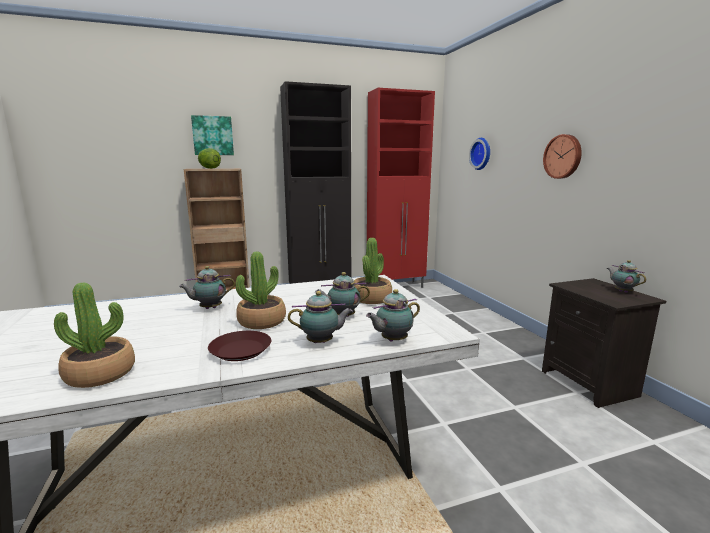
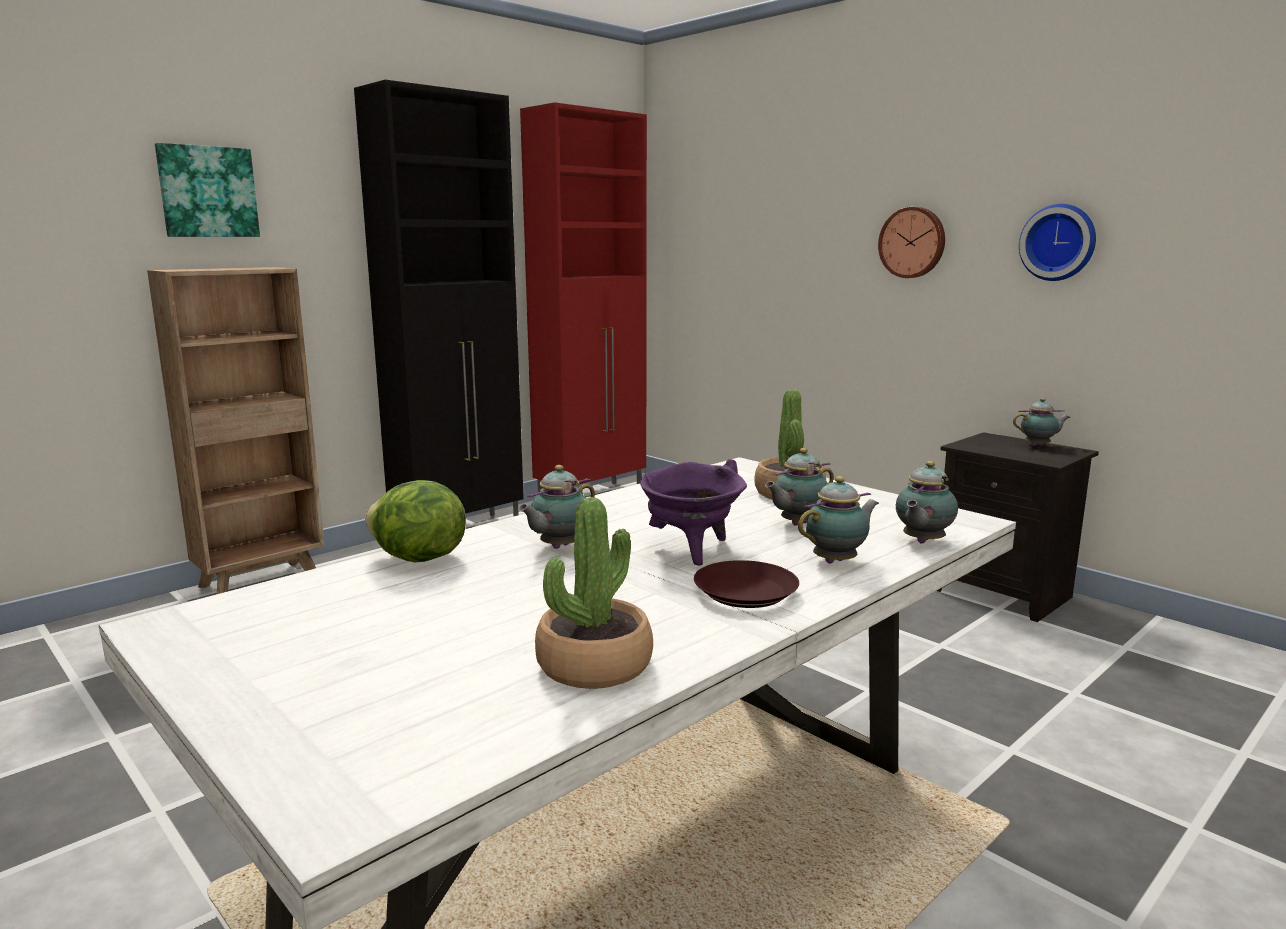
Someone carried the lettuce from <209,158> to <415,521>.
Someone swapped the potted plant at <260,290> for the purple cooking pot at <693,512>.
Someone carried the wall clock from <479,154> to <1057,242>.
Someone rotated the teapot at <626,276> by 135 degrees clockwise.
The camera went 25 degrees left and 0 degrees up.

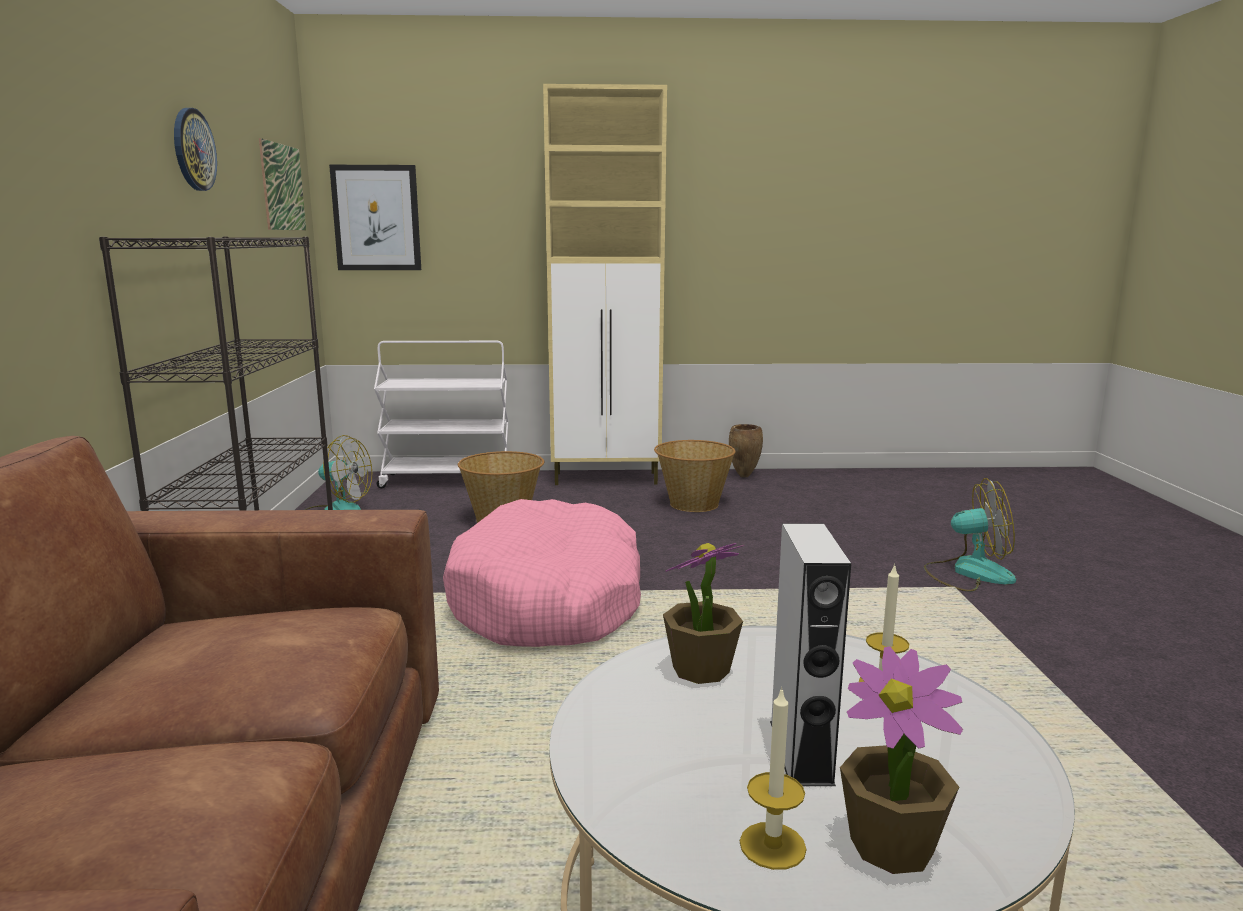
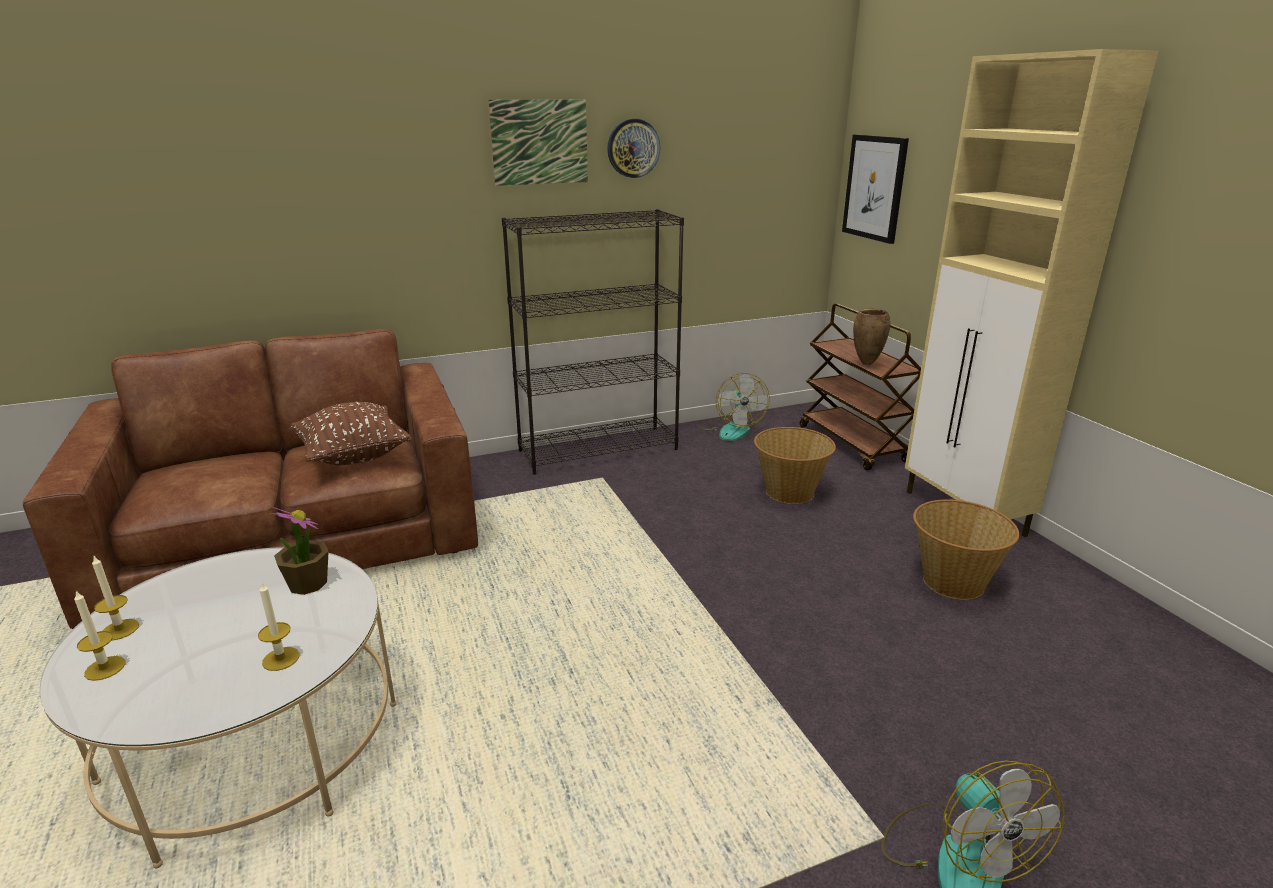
Someone carried the picture from <282,184> to <538,142>.
Someone repainted the white cart at <441,414>, which became the brown cart at <860,387>.
Someone took away the pink dog bed at <542,573>.
Someone carried the brown vase from <746,450> to <871,337>.
Someone took away the grey speaker at <810,655>.
Someone swapped the potted plant at <901,760> for the candle at <100,636>.
Someone put down the brown pillow at <351,433>.
The camera went 70 degrees right and 10 degrees up.

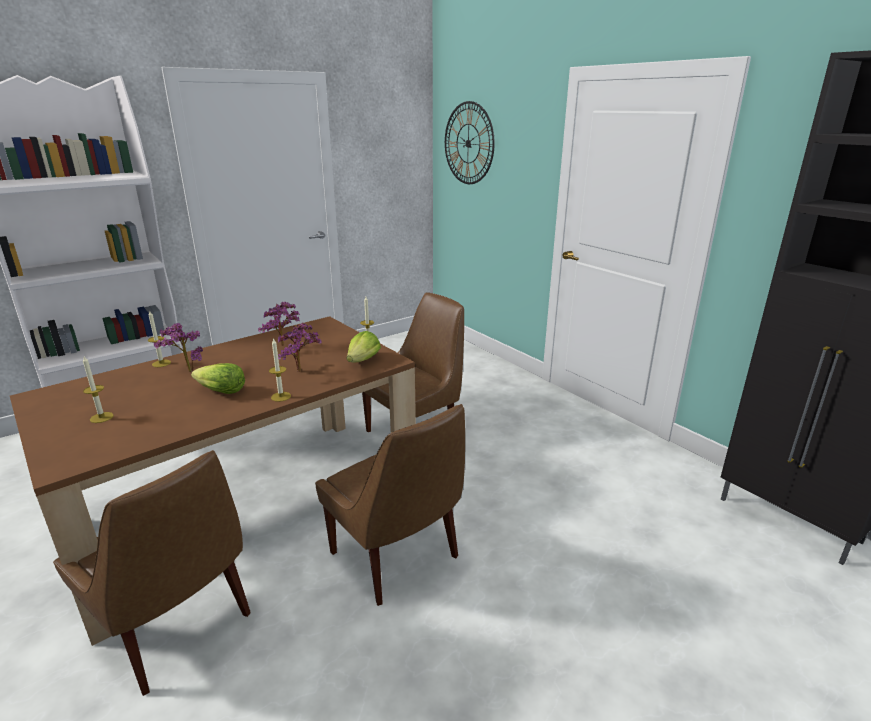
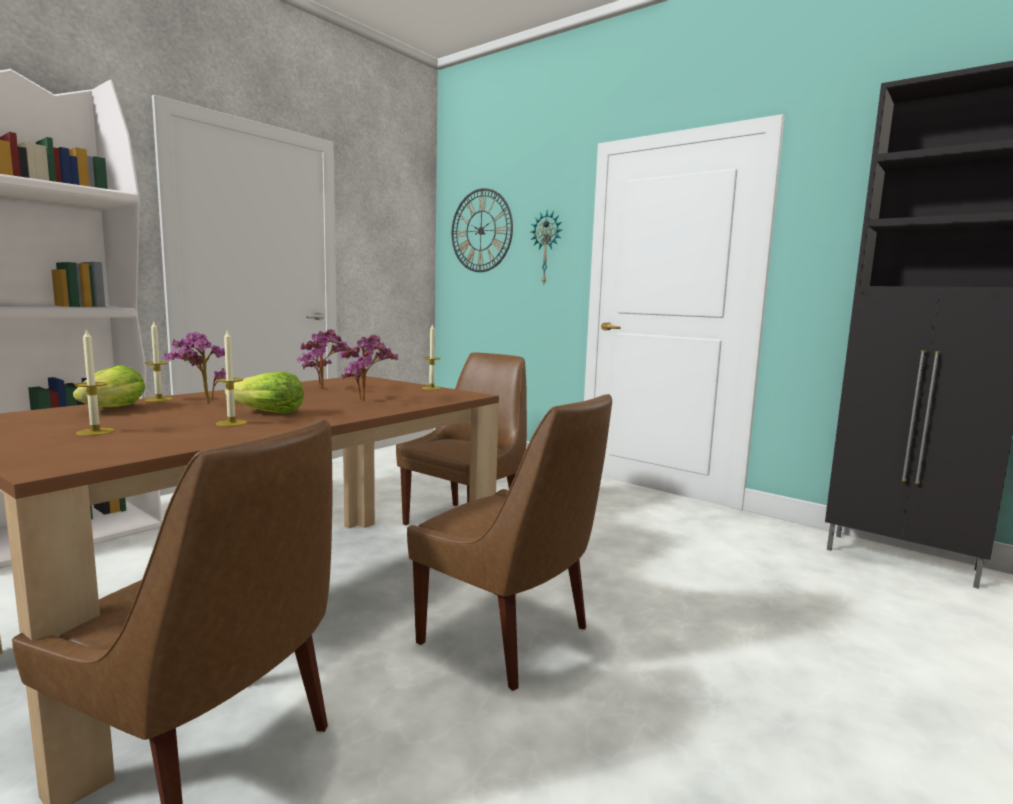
Someone carried the candle from <280,370> to <231,379>.
Someone carried the lettuce from <364,346> to <109,386>.
Someone put up the wall clock at <546,247>.
The camera went 15 degrees left and 15 degrees down.

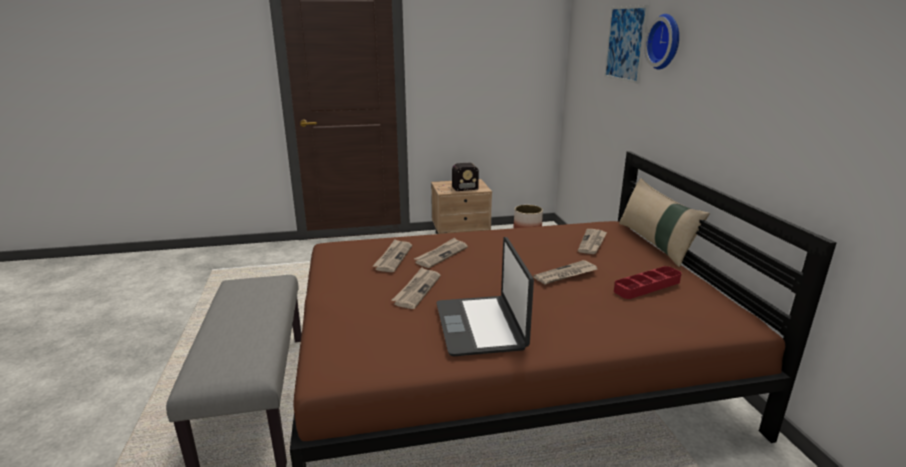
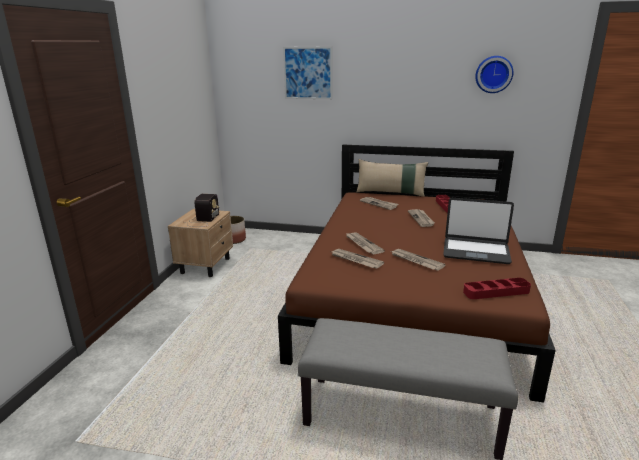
Someone carried the wall clock from <661,42> to <494,74>.
Someone put down the red tray at <497,288>.
The camera went 65 degrees left and 0 degrees up.

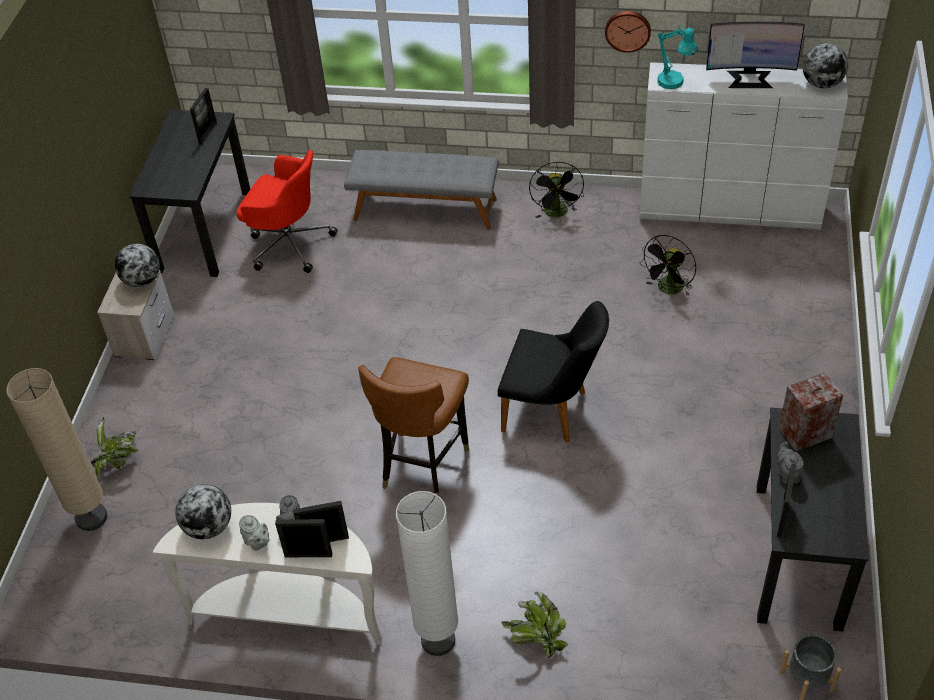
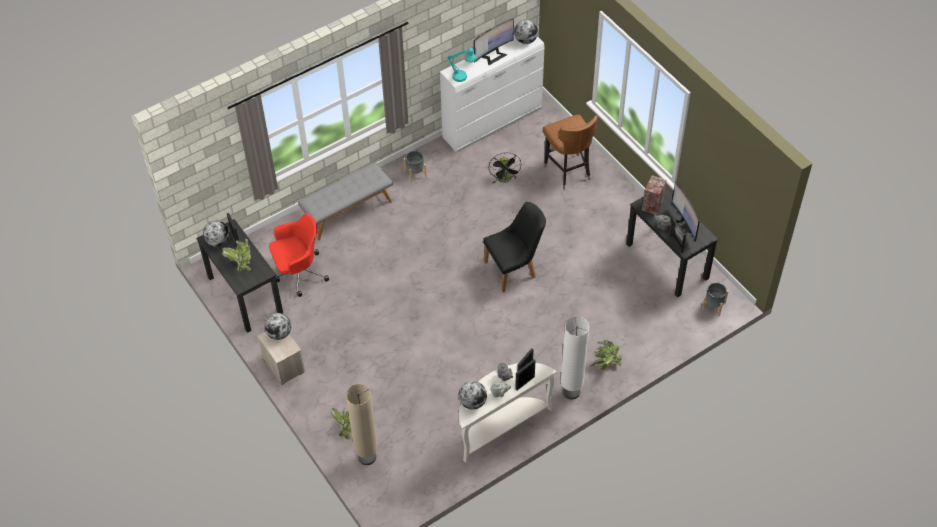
Someone carried the brown chair from <413,426> to <570,152>.
Someone swapped the black fan at <556,190> for the grey planter at <415,166>.
Someone took away the wall clock at <628,32>.
Someone put down the globe at <216,233>.
Someone put down the potted plant at <236,255>.
Someone put down the monitor at <685,211>.
The camera went 45 degrees left and 5 degrees up.

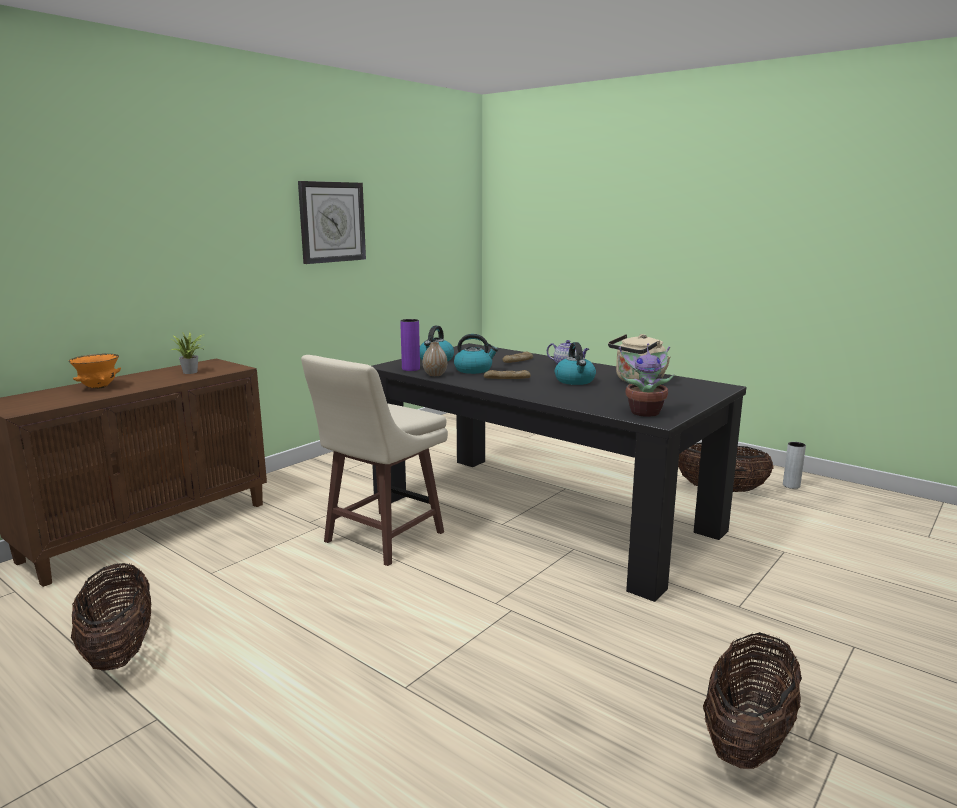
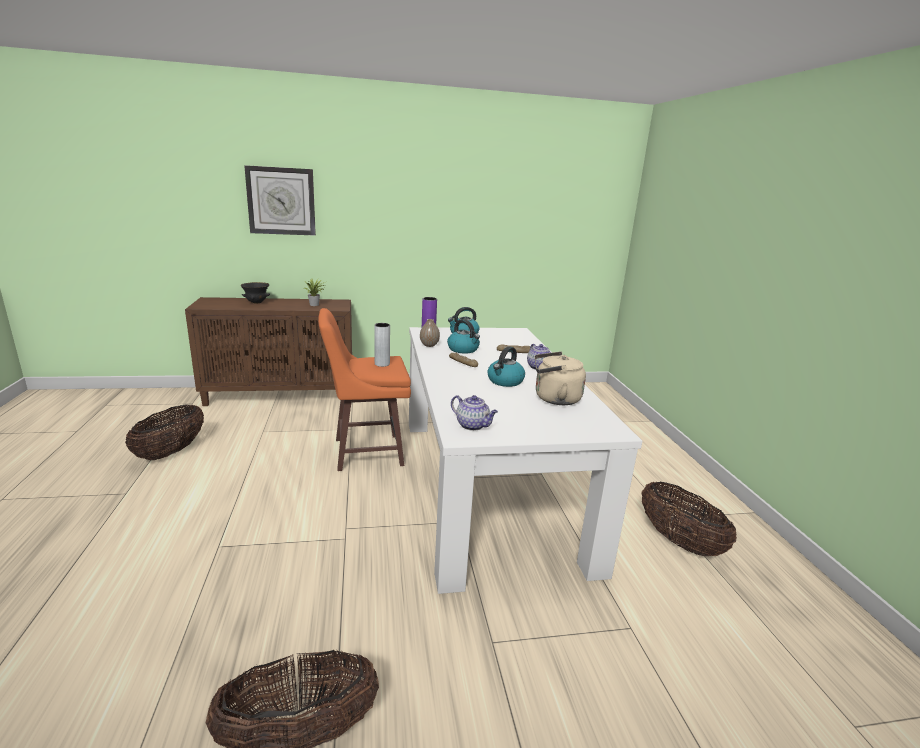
Someone repainted the orange bowl at <95,371>, which became the black bowl at <255,293>.
Someone carried the wall clock from <332,222> to <280,200>.
Someone repainted the beige stool at <374,460>, which became the orange stool at <364,389>.
Someone repainted the black dining table at <559,472>, which became the white dining table at <525,460>.
Someone swapped the potted plant at <647,380> for the teapot at <474,413>.
Someone carried the grey vase from <794,465> to <382,345>.
The camera went 40 degrees right and 5 degrees up.

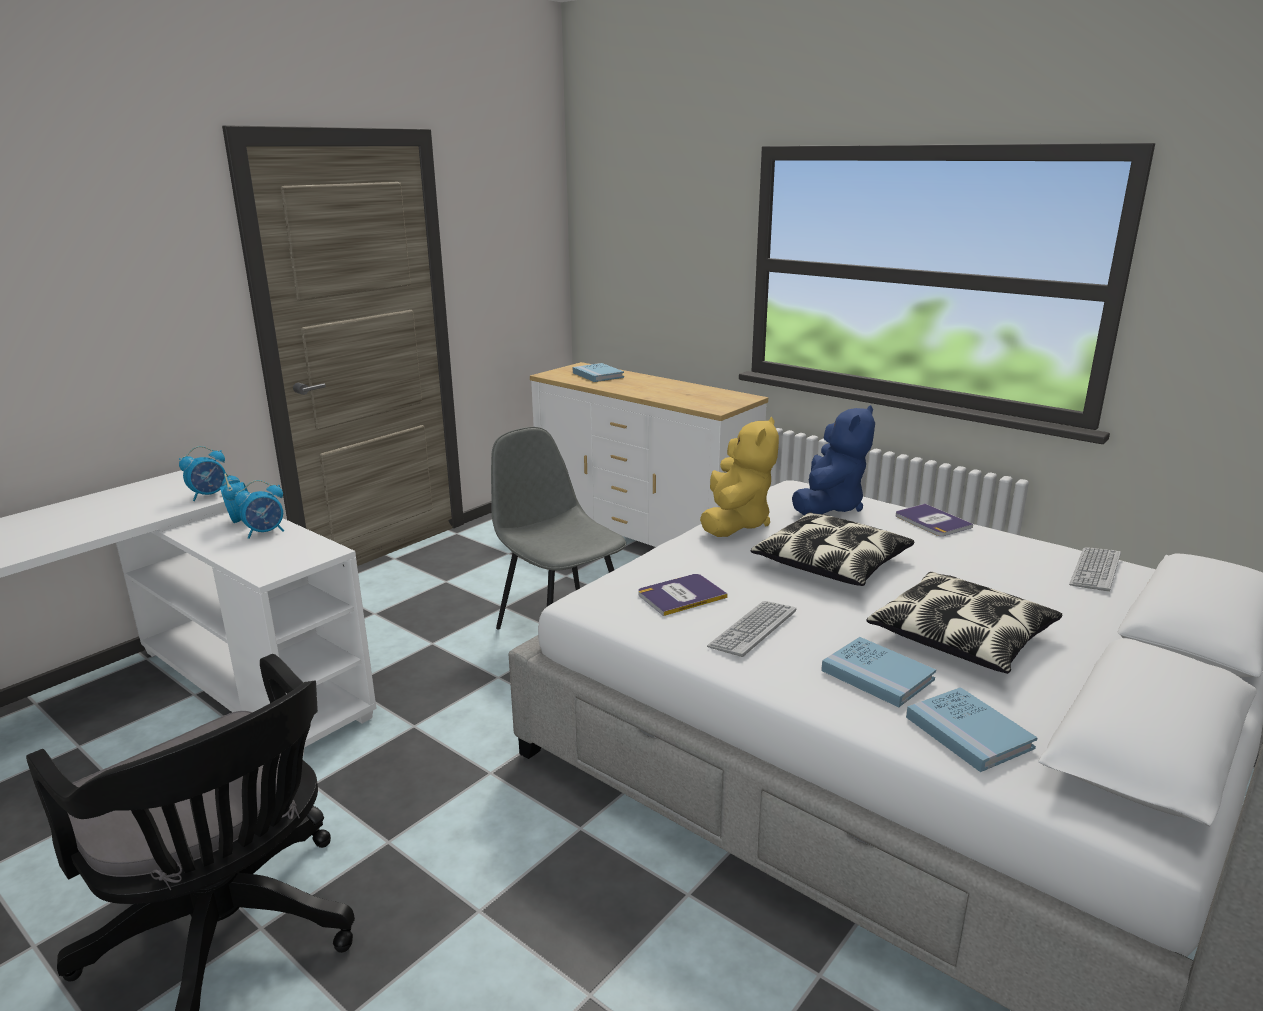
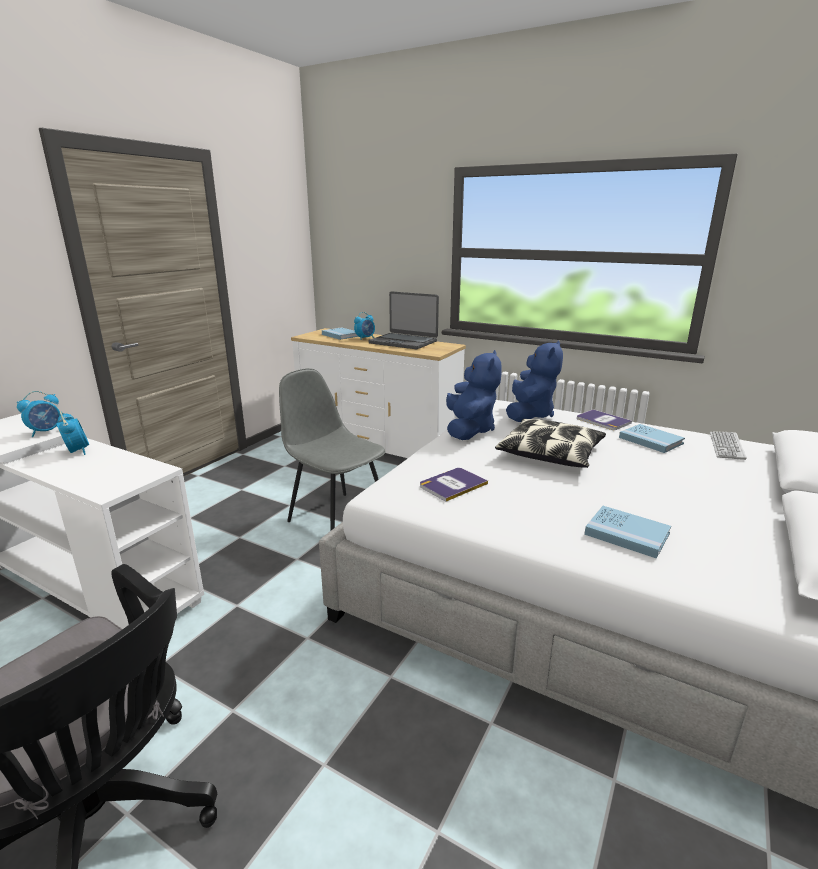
Someone carried the alarm clock from <259,509> to <364,326>.
Someone repainted the yellow plush toy at <739,477>, which became the blue plush toy at <474,395>.
Someone took away the keyboard at <751,629>.
Someone took away the pillow at <964,623>.
Someone carried the blue book from <972,729> to <652,438>.
Someone put down the laptop at <403,320>.
The camera went 10 degrees left and 0 degrees up.

